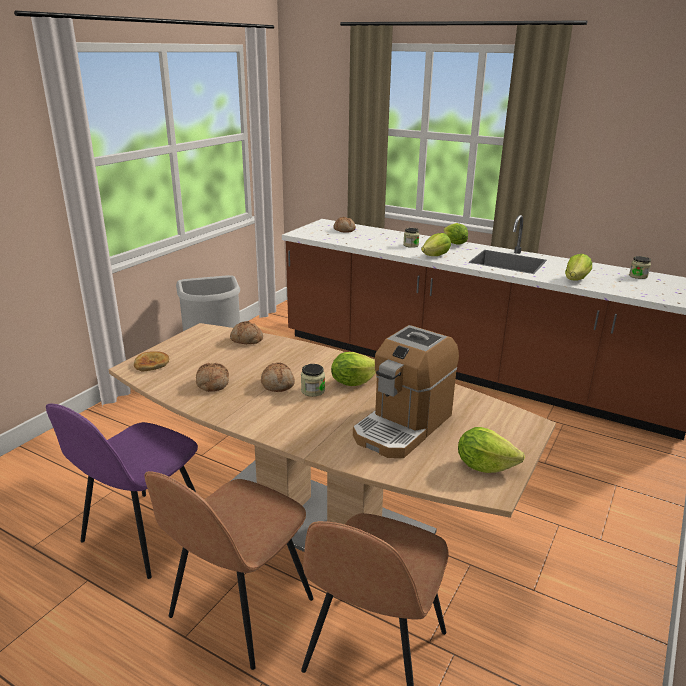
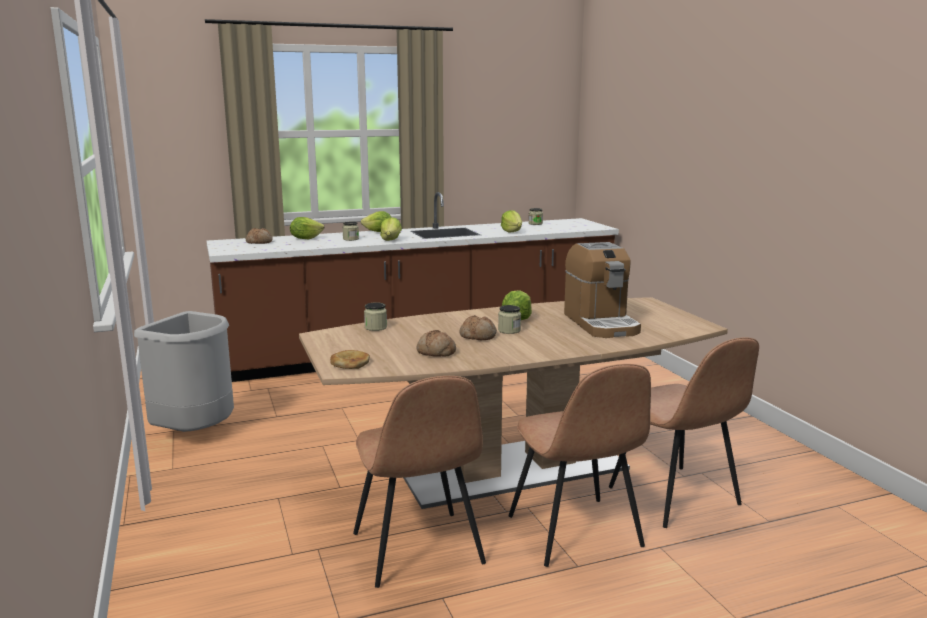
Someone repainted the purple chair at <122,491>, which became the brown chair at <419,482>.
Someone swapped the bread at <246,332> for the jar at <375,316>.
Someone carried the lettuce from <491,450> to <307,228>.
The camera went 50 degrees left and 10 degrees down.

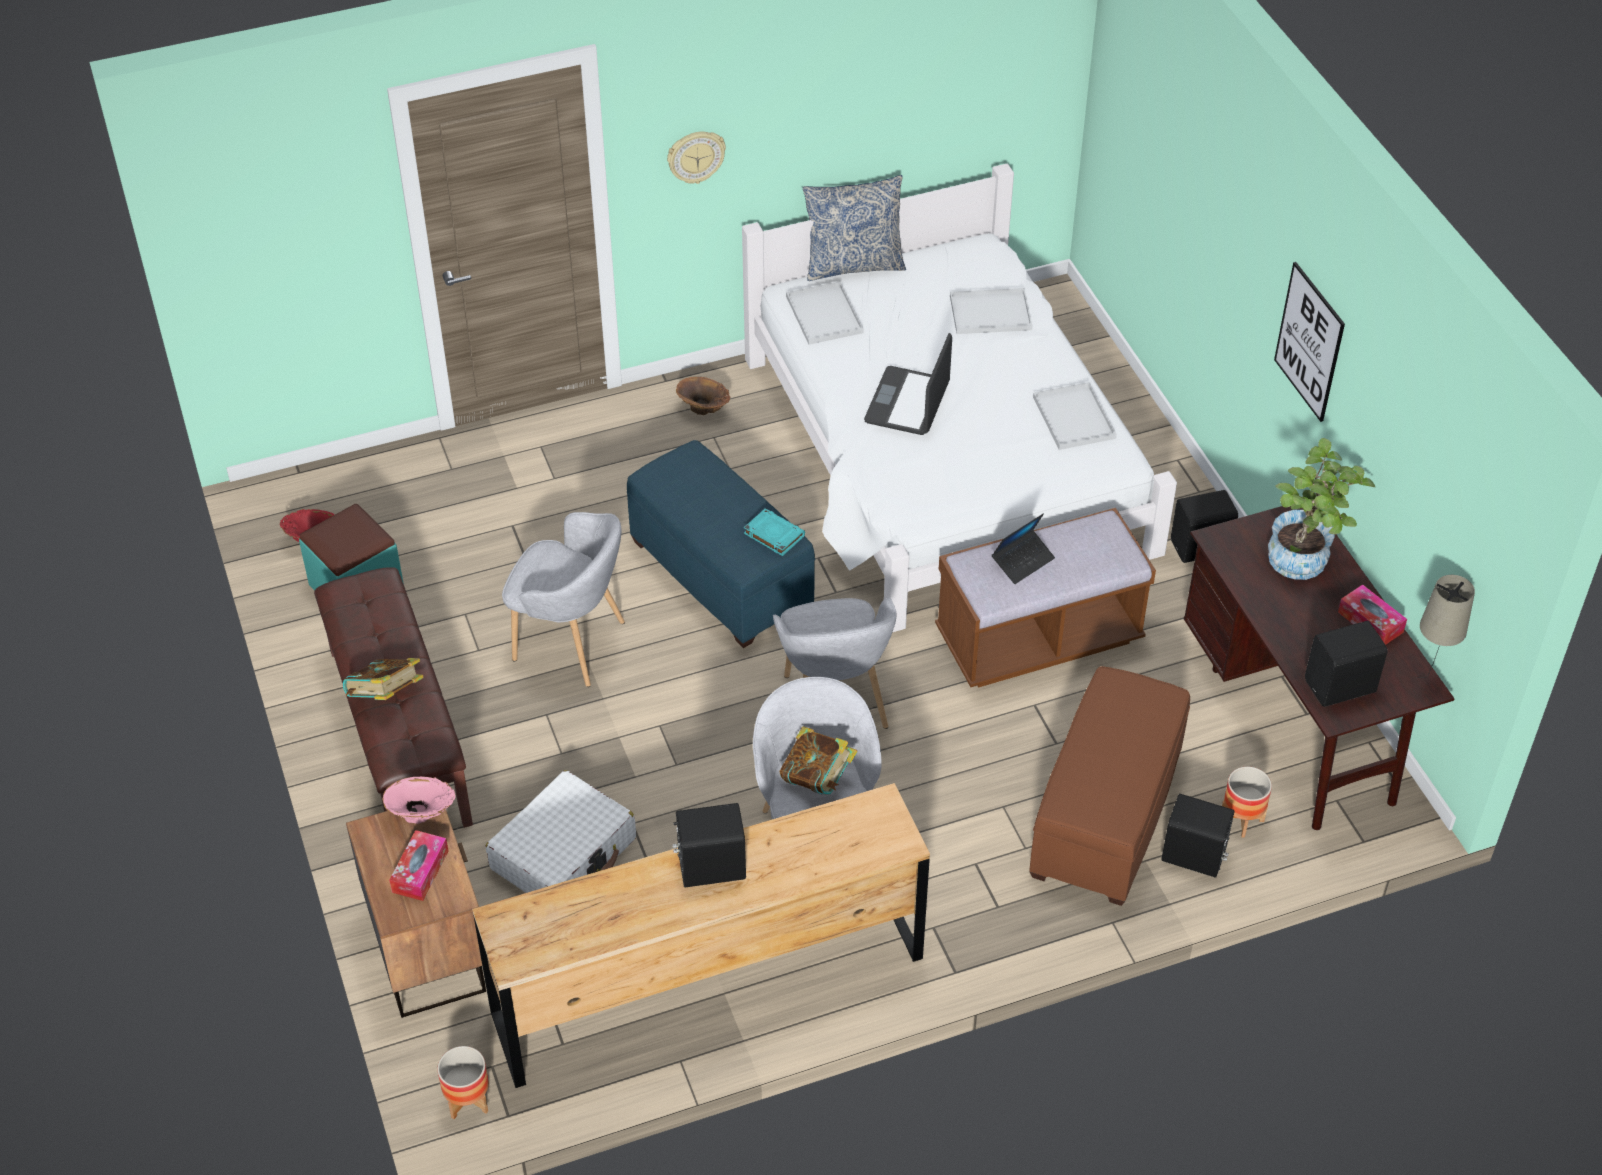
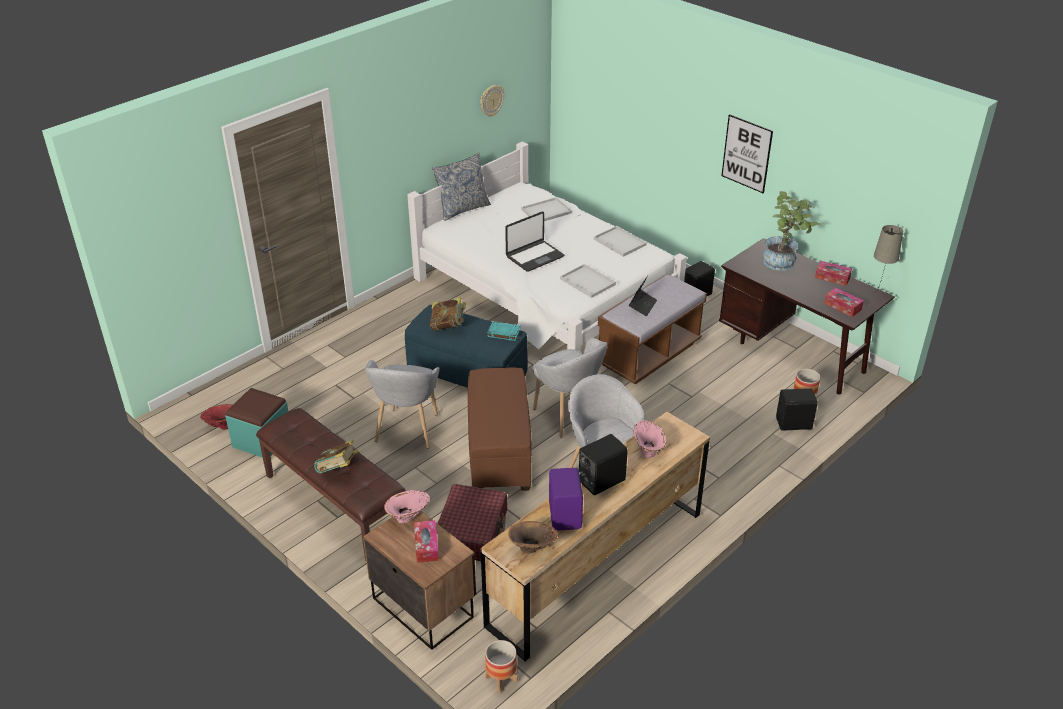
Someone repainted the white suitcase at <561,831>, which became the red suitcase at <472,522>.
Someone rotated the grey armchair at <563,599> by 105 degrees clockwise.
Someone carried the wall clock from <696,158> to <492,100>.
Someone carried the brown vase from <703,396> to <533,537>.
Someone carried the book from <819,760> to <448,314>.
Someone carried the white tray from <825,313> to <588,281>.
Someone rotated the laptop at <908,384> by 120 degrees counterclockwise.
Someone carried the brown ottoman from <1109,786> to <500,429>.
Someone swapped the black speaker at <1346,664> for the tissue box at <844,302>.
Someone put down the purple speaker at <566,499>.
Someone put down the pink vase at <649,439>.
The camera went 25 degrees left and 10 degrees down.

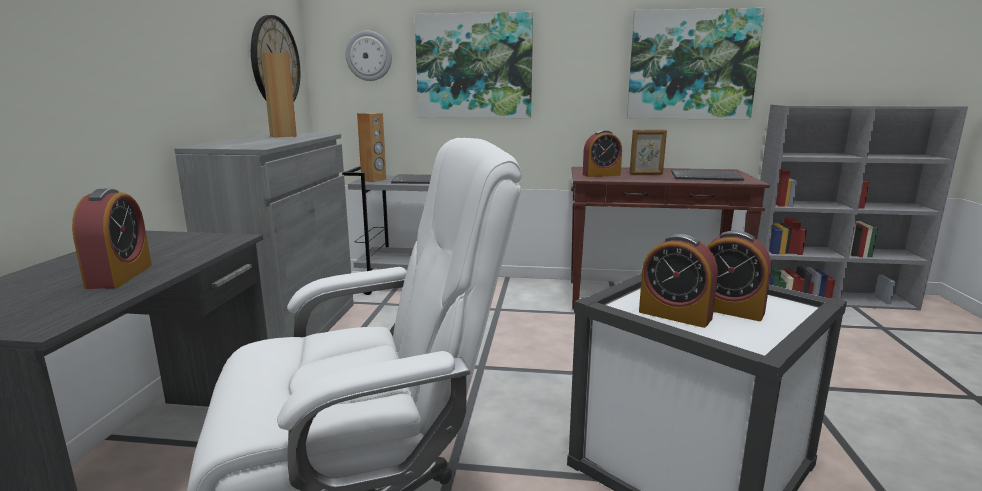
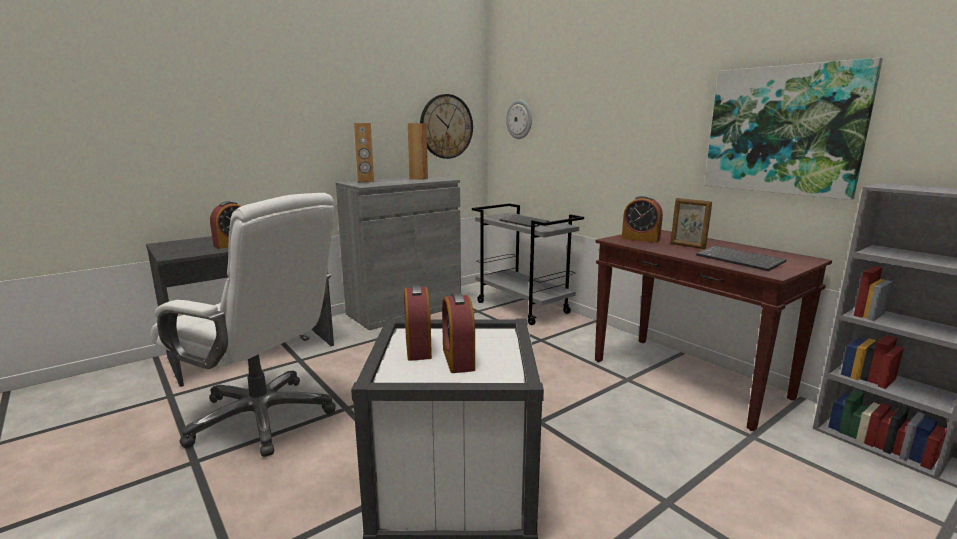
Someone carried the brown speaker from <371,147> to <364,153>.
Someone took away the picture at <474,65>.
The camera went 45 degrees right and 0 degrees up.

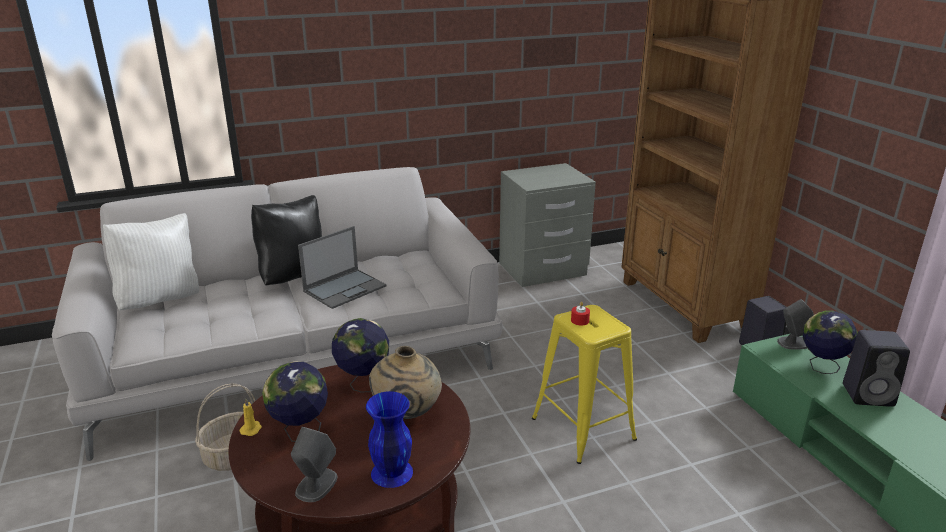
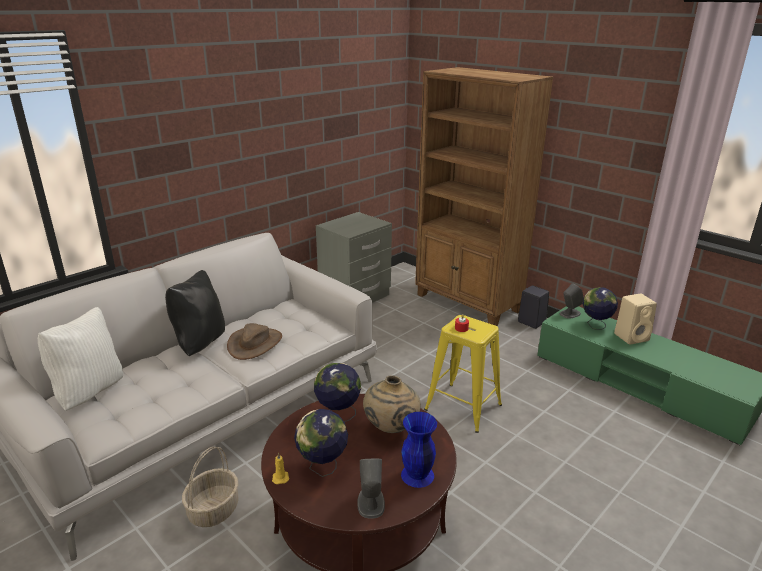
Someone swapped the laptop at <342,267> for the brown hat at <254,341>.
Someone repainted the black speaker at <876,368>, which became the beige speaker at <635,319>.
The camera went 25 degrees left and 0 degrees up.

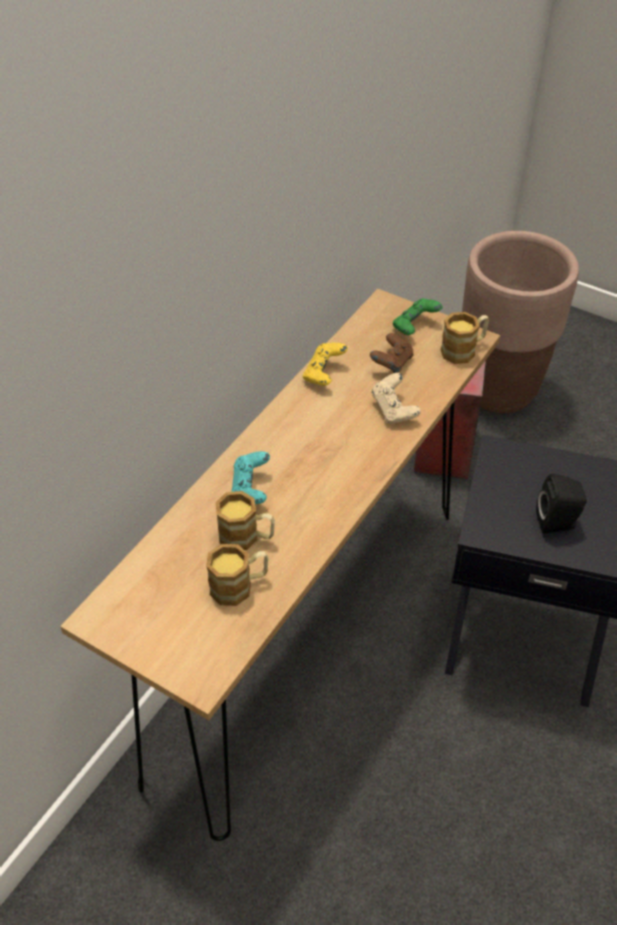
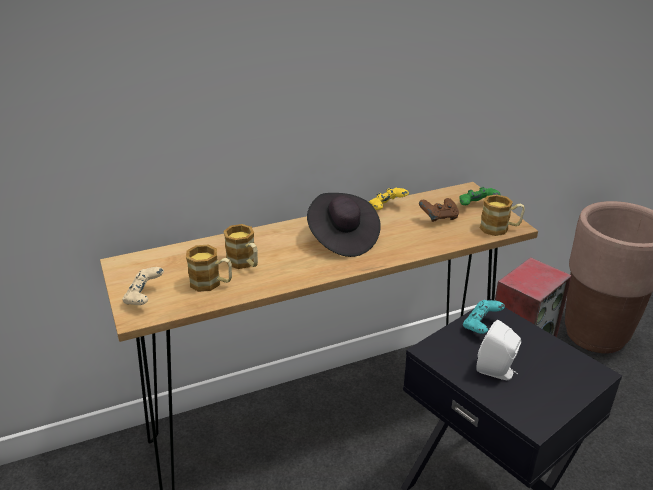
Someone carried the turquoise game controller from <250,477> to <484,317>.
Someone carried the beige game controller from <396,398> to <143,286>.
Someone repainted the black speaker at <561,504>, which became the white speaker at <498,350>.
Someone put down the black hat at <344,225>.
The camera went 35 degrees right and 15 degrees down.

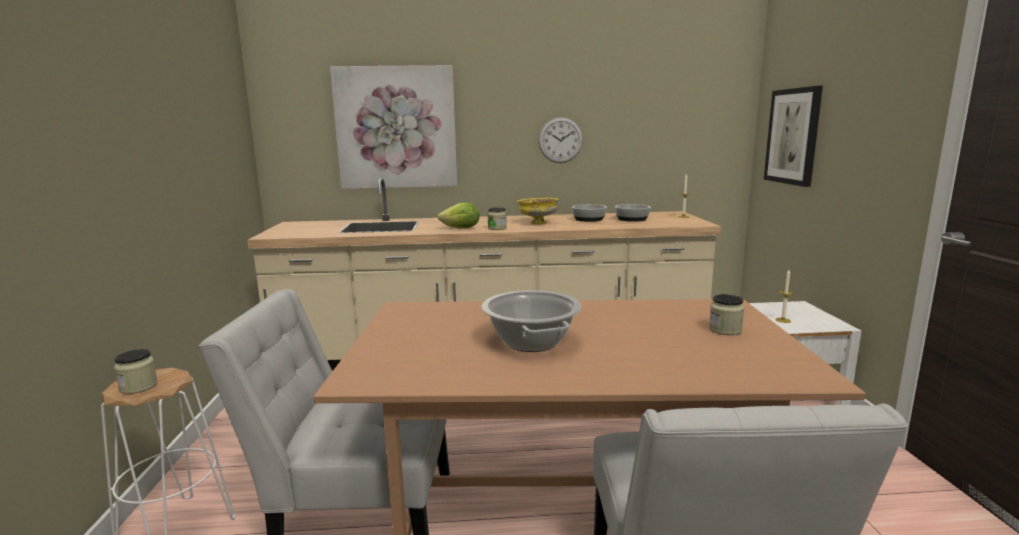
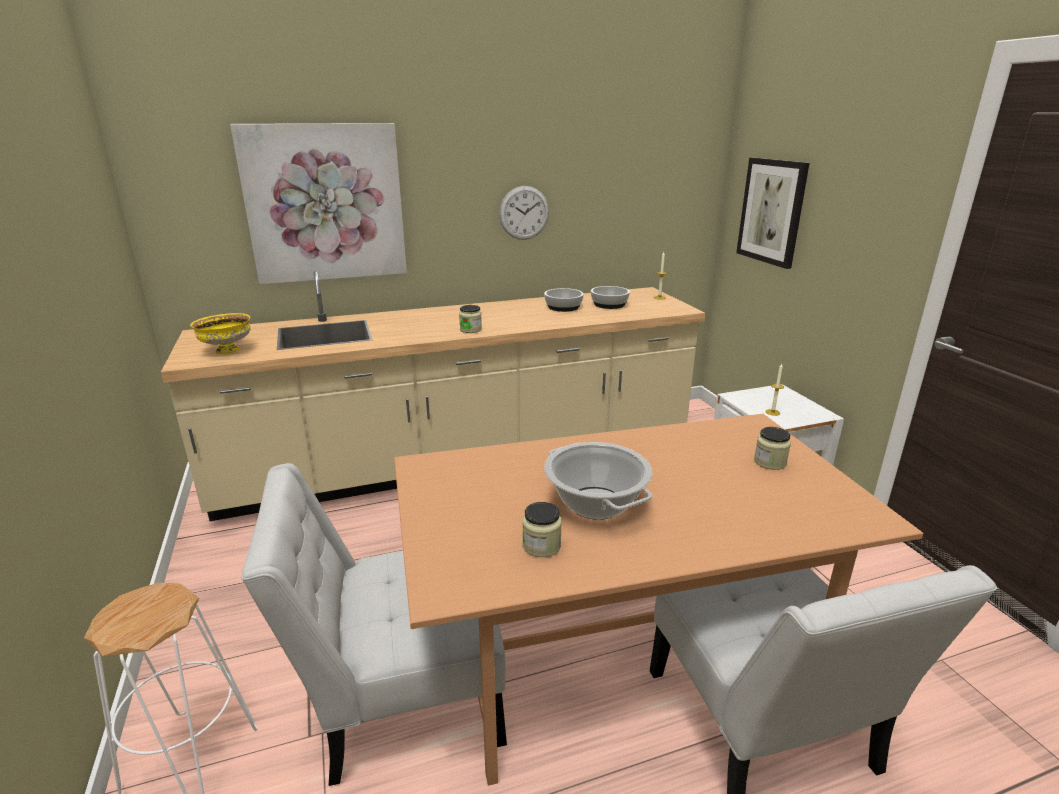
Someone carried the jar from <136,371> to <542,529>.
Someone took away the lettuce at <458,215>.
Someone carried the yellow bowl from <537,211> to <220,333>.
The camera went 15 degrees left and 10 degrees up.

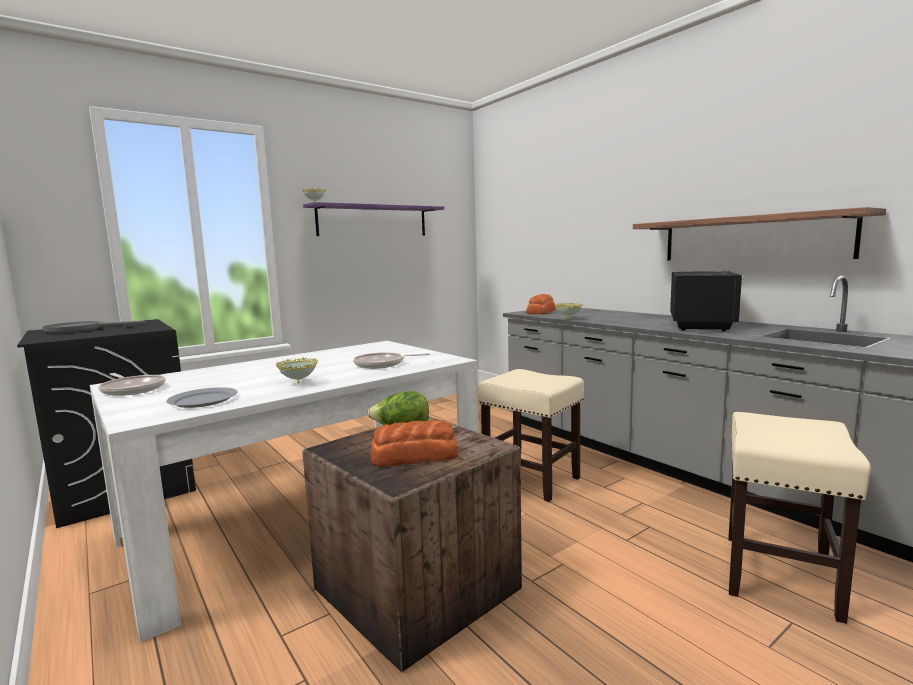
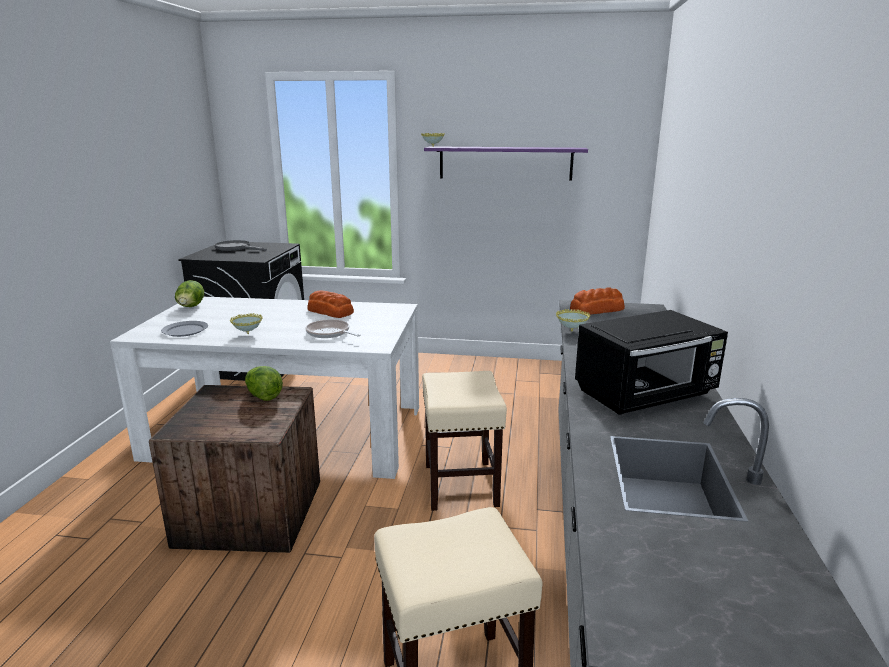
Someone swapped the frying pan at <132,384> for the lettuce at <189,293>.
Someone carried the bread from <414,443> to <330,304>.
Someone took away the shelf at <759,233>.
The camera went 45 degrees right and 10 degrees up.

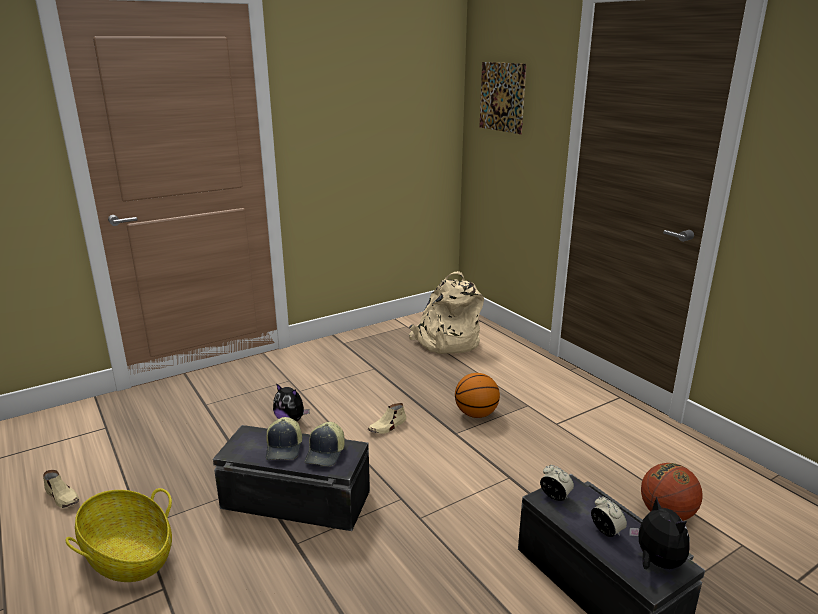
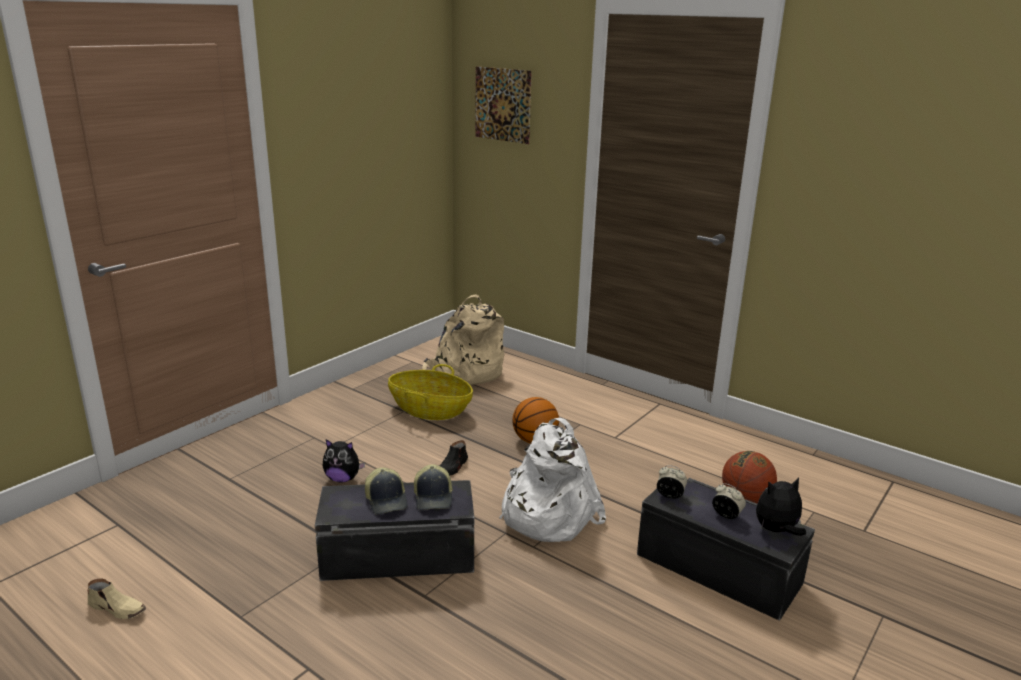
Someone carried the basket from <118,535> to <430,392>.
Someone repainted the beige shoe at <387,418>, which became the black shoe at <454,457>.
Someone rotated the plush toy at <659,533> by 60 degrees counterclockwise.
Someone put down the white backpack at <552,480>.
The camera went 20 degrees left and 0 degrees up.

